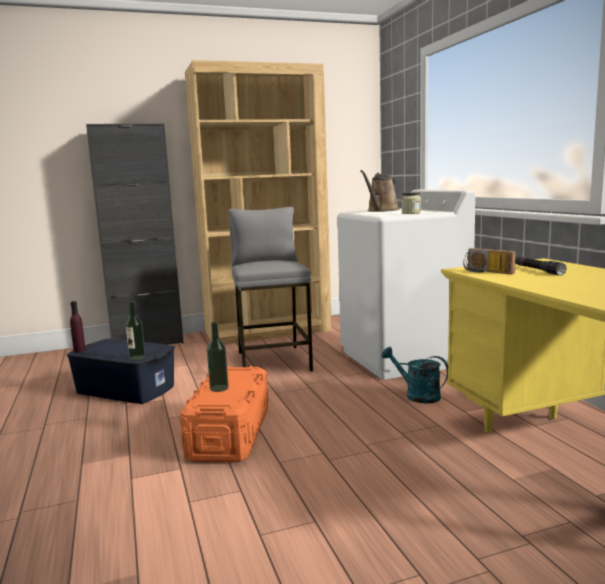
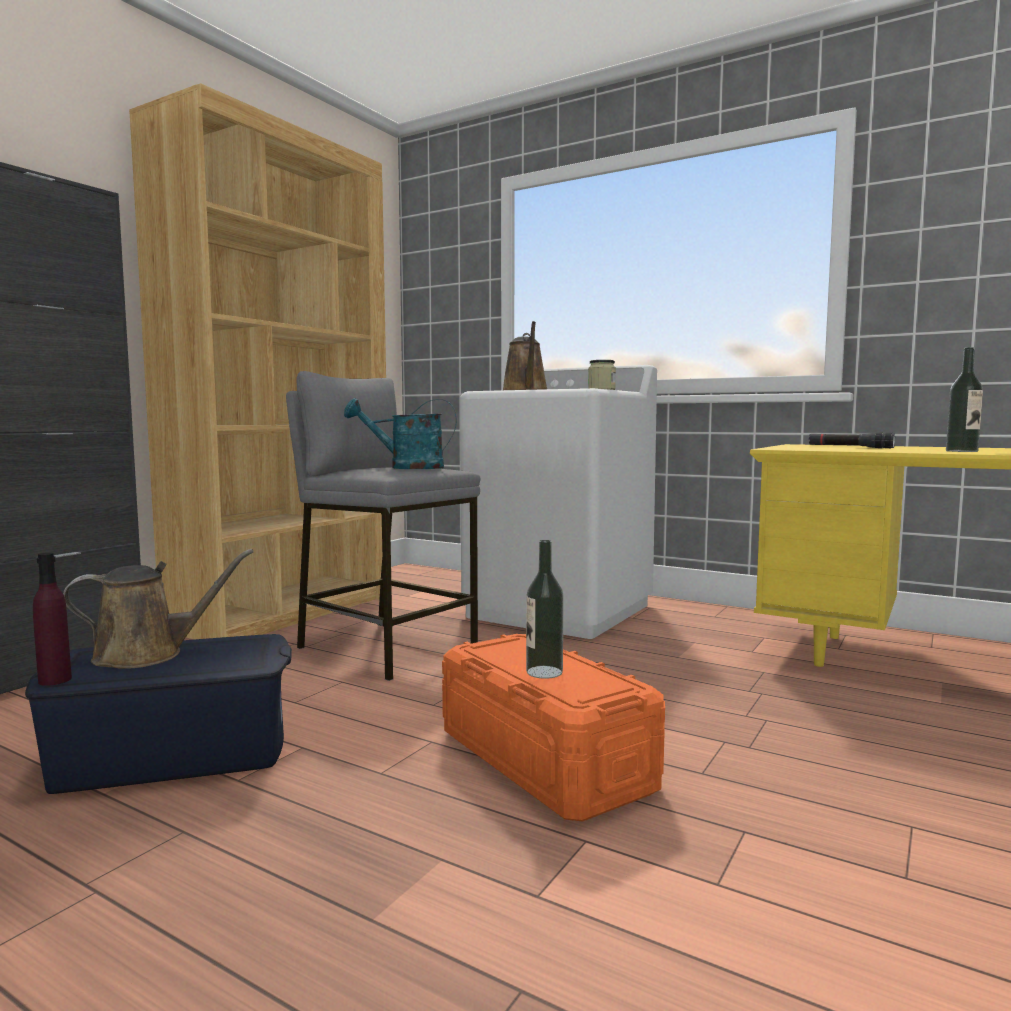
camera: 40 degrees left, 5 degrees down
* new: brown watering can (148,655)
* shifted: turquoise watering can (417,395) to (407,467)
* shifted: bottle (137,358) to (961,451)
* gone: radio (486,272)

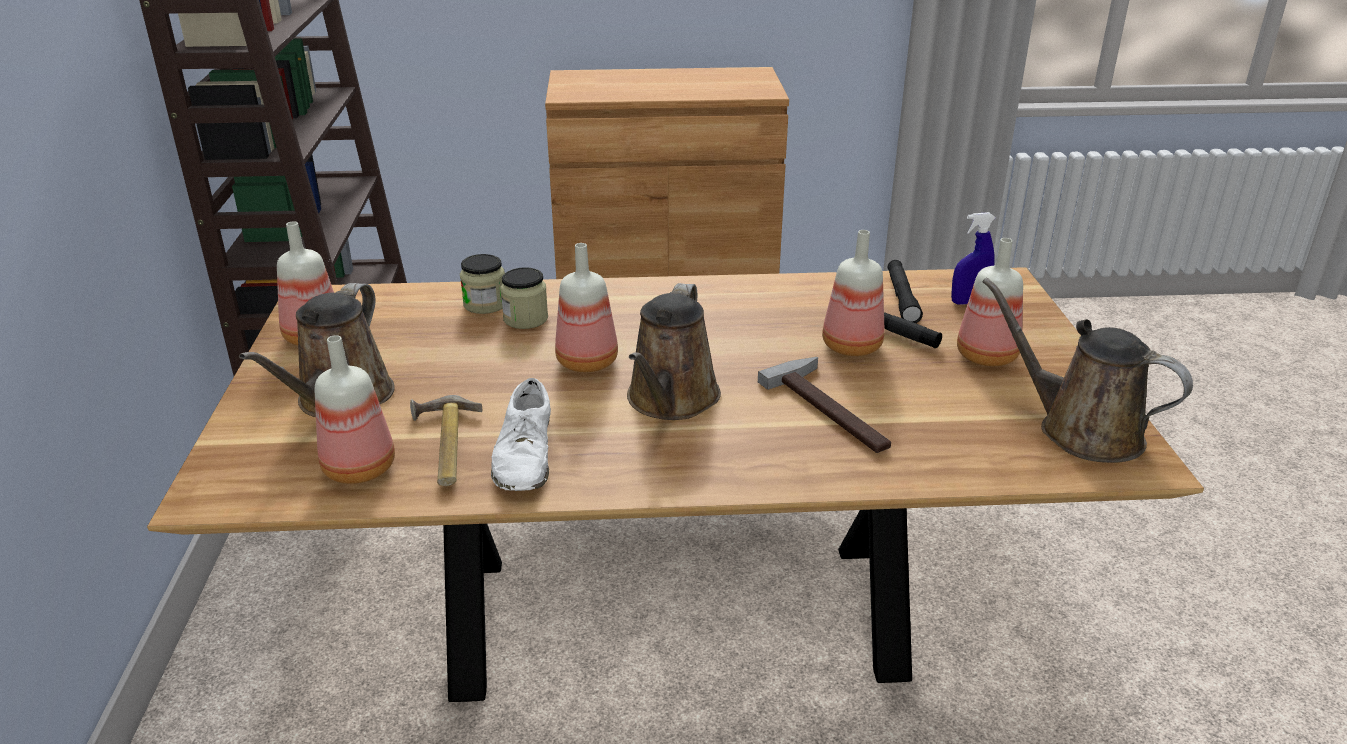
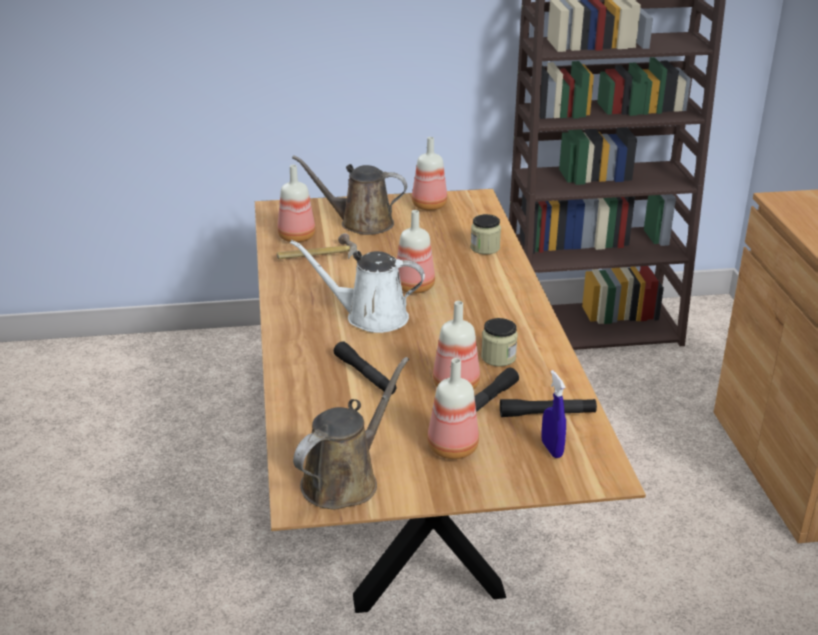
camera: 85 degrees right, 0 degrees up
* repainted: brown watering can (671,401) to white watering can (370,317)
* swapped: hammer (834,409) to black flashlight (365,375)
* shifted: jar (525,319) to (498,357)
* gone: white shoe (525,455)

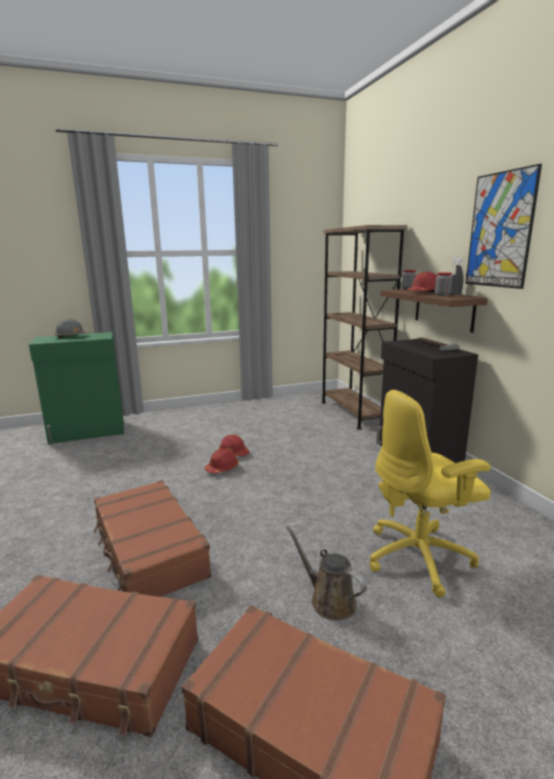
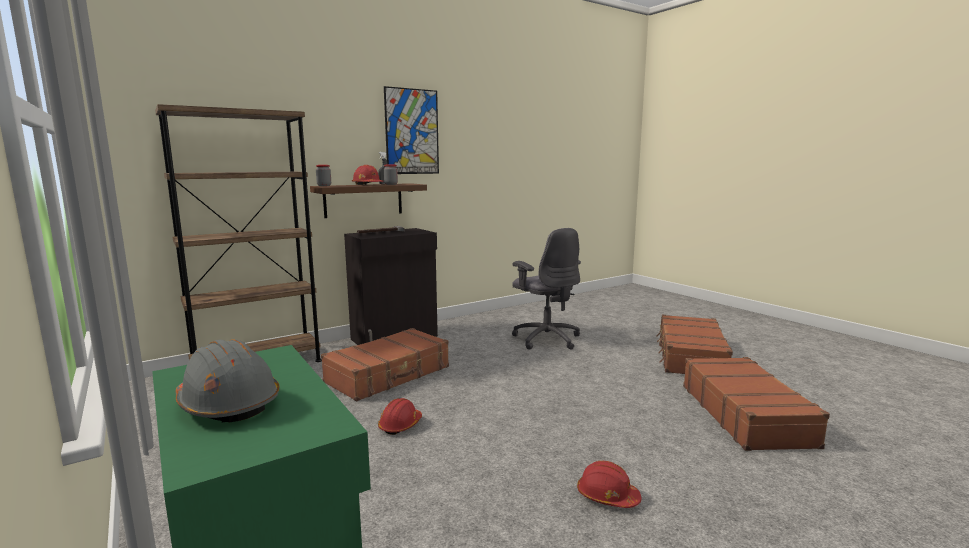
camera: 105 degrees left, 5 degrees down
* shifted: brown suitcase (149,551) to (389,375)
* repainted: yellow office chair (420,557) to grey office chair (546,339)
* shifted: red hard hat (222,468) to (607,496)
* gone: brown watering can (329,600)

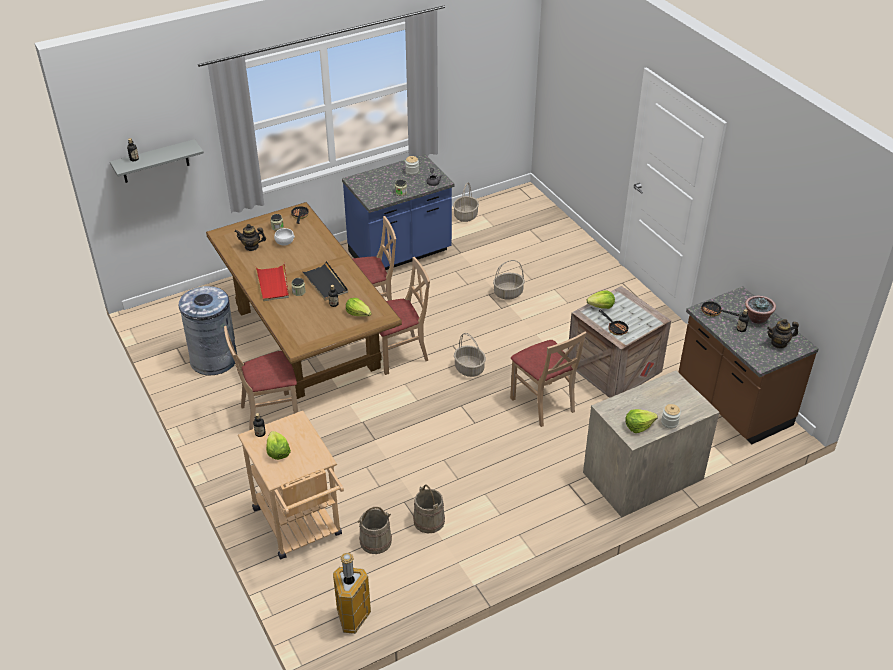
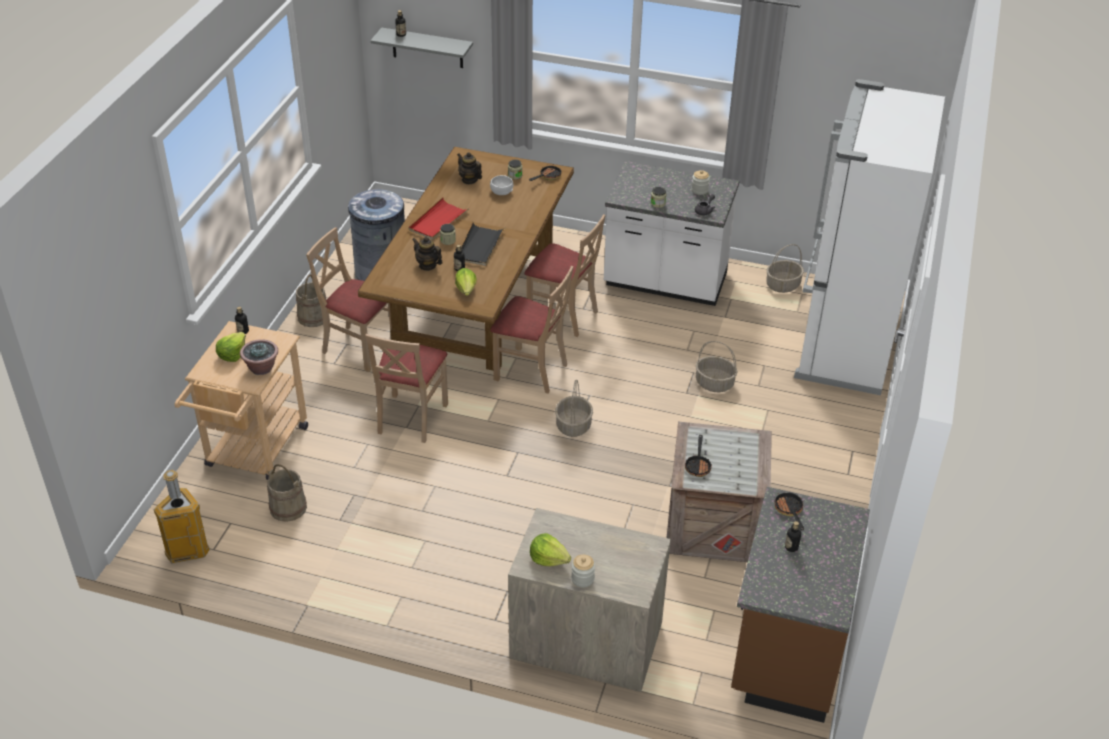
camera: 45 degrees right, 0 degrees up
* shifted: potted plant (757,318) to (261,368)
* shifted: beige bucket (428,521) to (313,317)
* shifted: beige chair (543,404) to (411,417)
* shifted: teapot (779,343) to (427,265)
* repainted: blue counter (400,253) to white counter (665,282)
* new: white fridge (843,346)
* gone: lettuce (601,306)

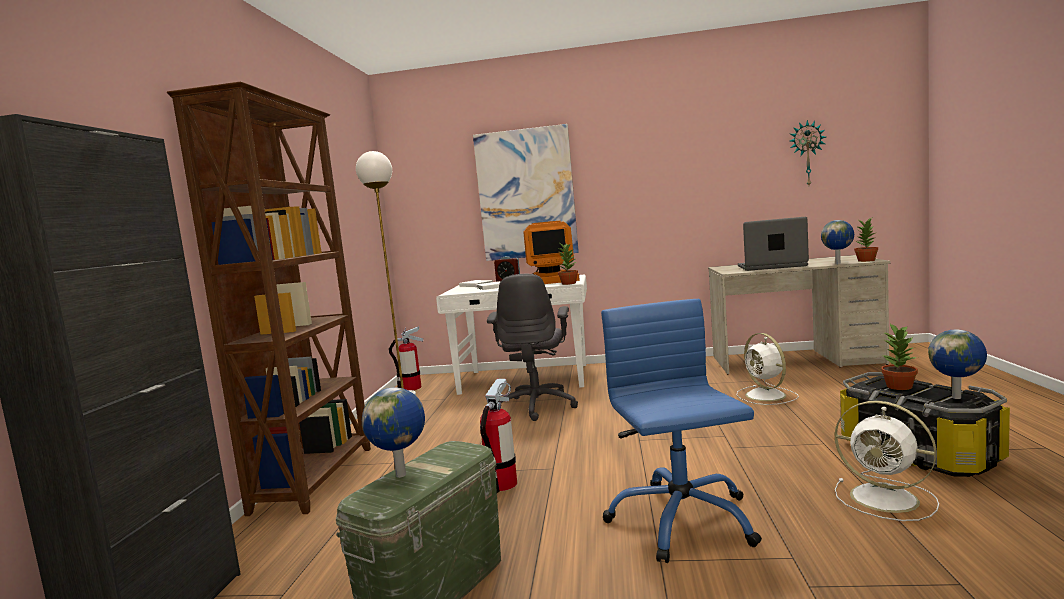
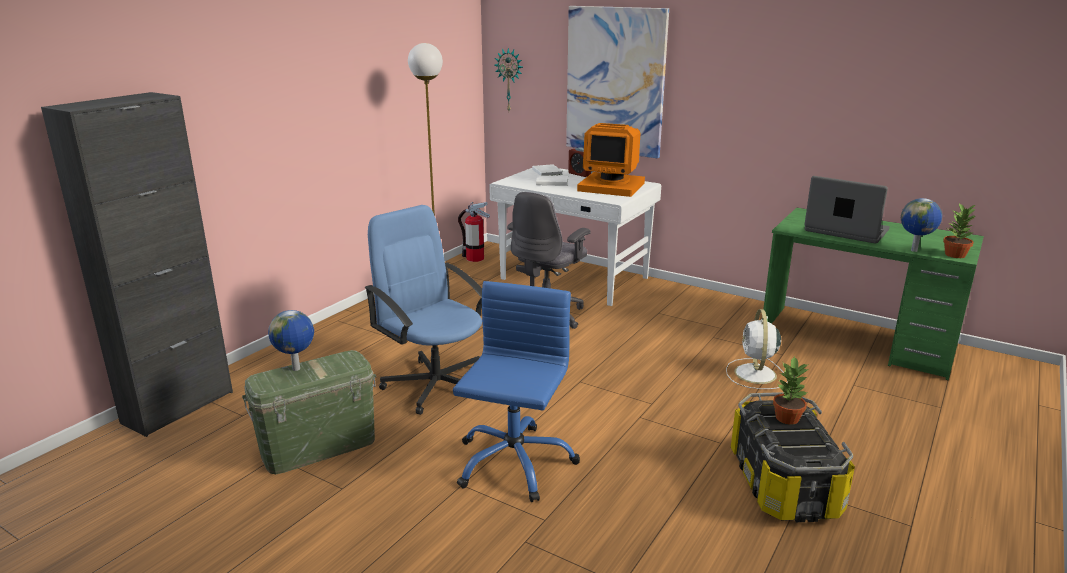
camera: 25 degrees right, 15 degrees up
* swapped: fire extinguisher (502,484) to blue office chair (436,384)
* shifted: wall clock (807,154) to (510,80)
* repainted: beige desk (795,361) to green desk (857,341)
* gone: brown bookcase (317,478)
* gone: potted plant (568,283)
* gone: white fan (887,499)
* gone: globe (958,397)

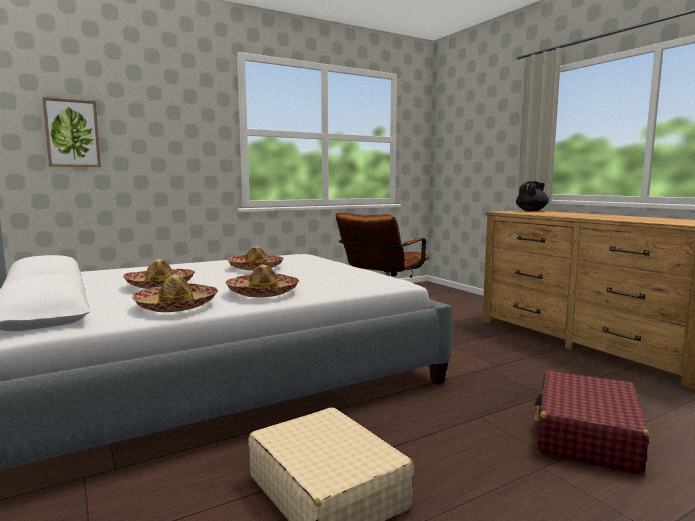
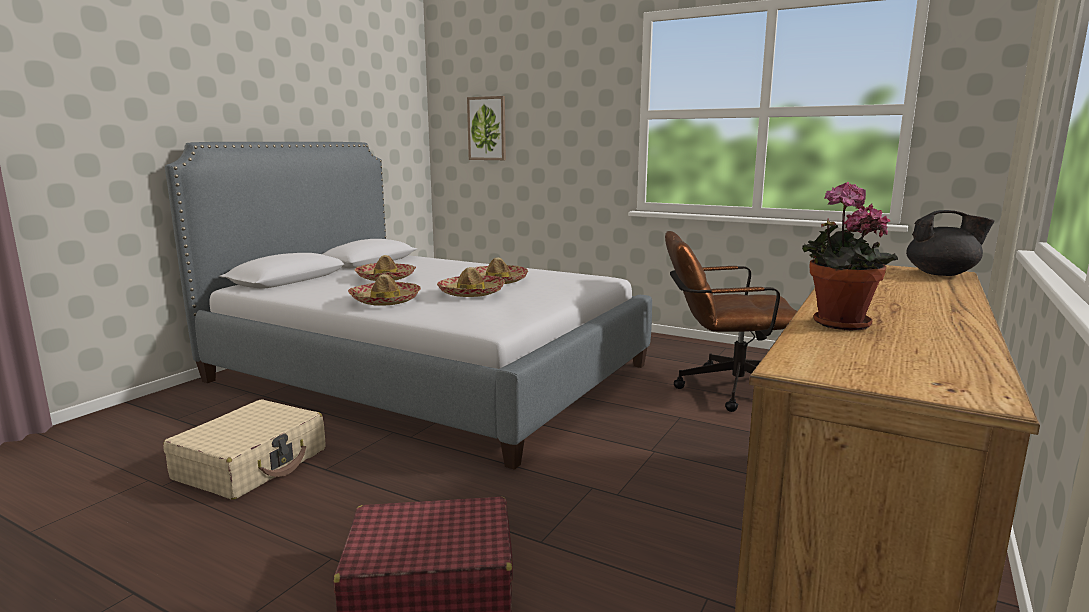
camera: 60 degrees right, 5 degrees up
* shifted: hat (176,306) to (471,293)
* new: potted plant (836,324)

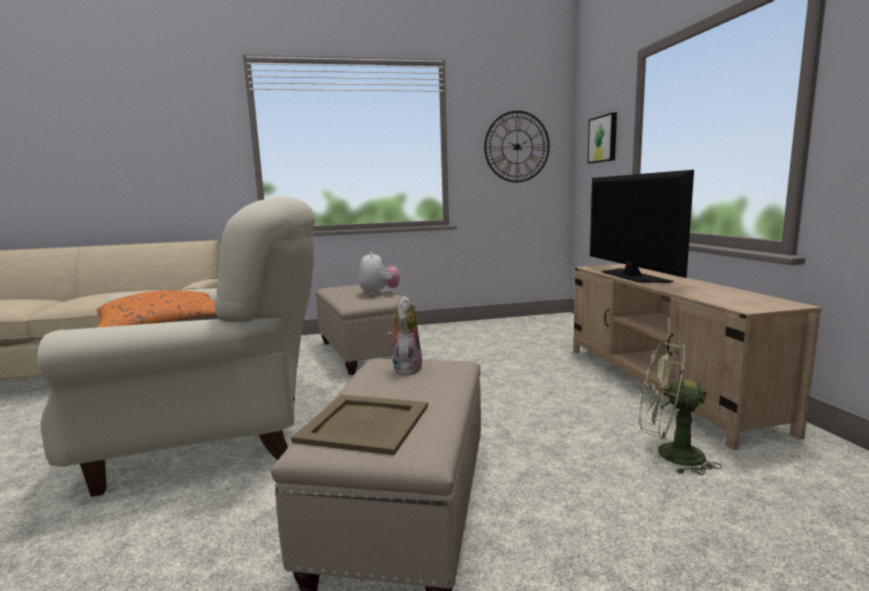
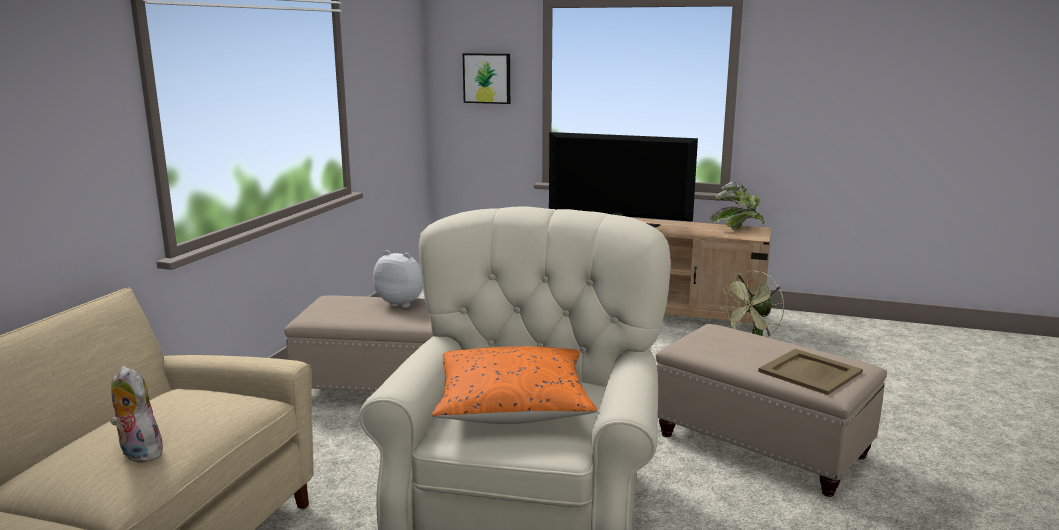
camera: 60 degrees left, 5 degrees up
* shifted: plush toy (405,368) to (138,453)
* new: potted plant (737,228)
* gone: wall clock (517,147)

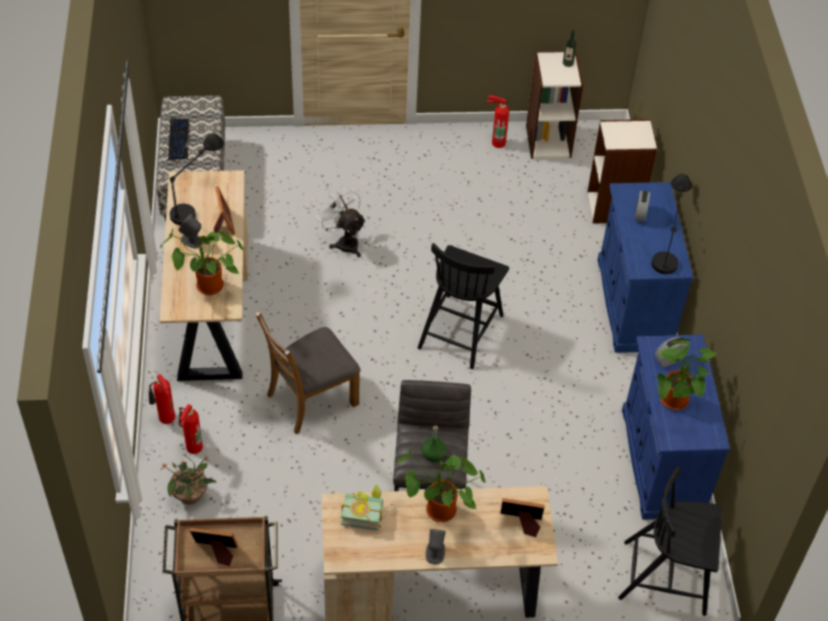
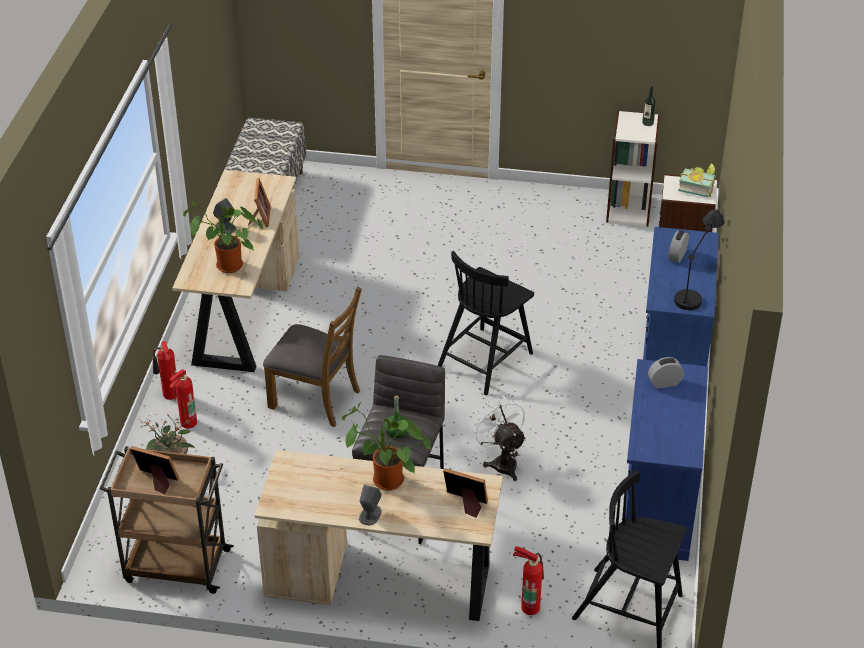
camera: 15 degrees right, 10 degrees down
* rotated: brown chair (311,399) = (316,398) 135 degrees counterclockwise
* shifted: white fan (344,242) to (501,462)
* shifted: fire extinguisher (497,142) to (529,606)
* shifted: book (363,512) to (697,187)
* gone: keyboard (178,140)
* gone: black table lamp (197,202)
* gone: potted plant (675,402)

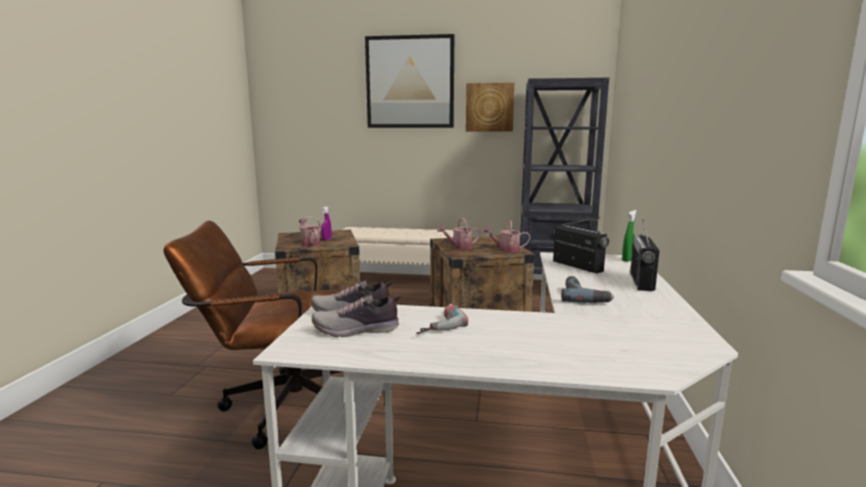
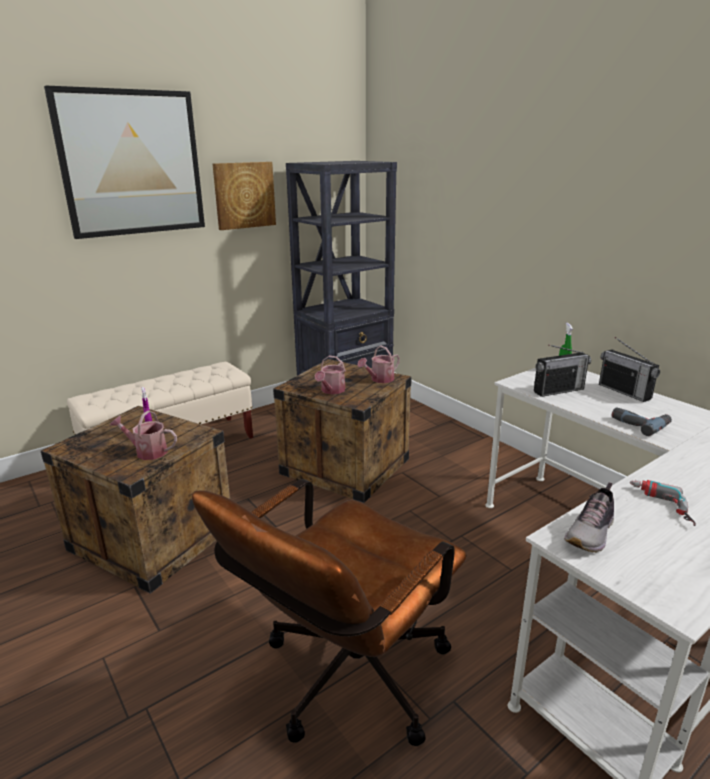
camera: 45 degrees left, 10 degrees up
* rotated: radio (577,266) = (558,390) 150 degrees clockwise
* gone: shoe (357,330)

